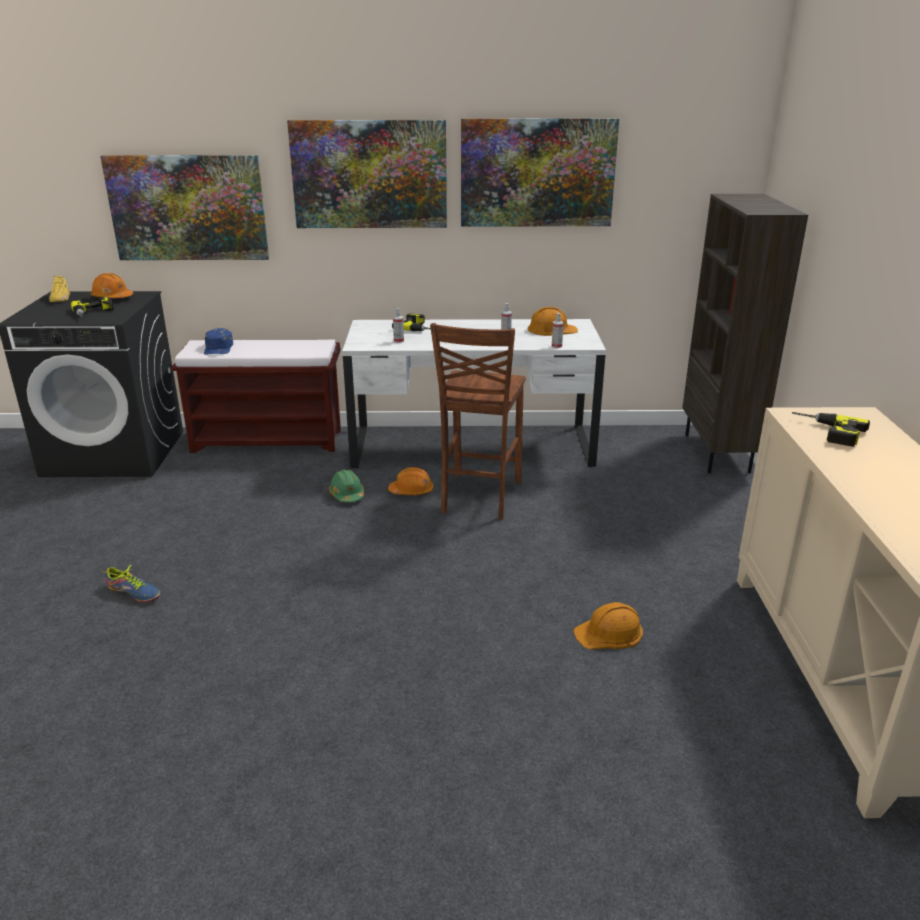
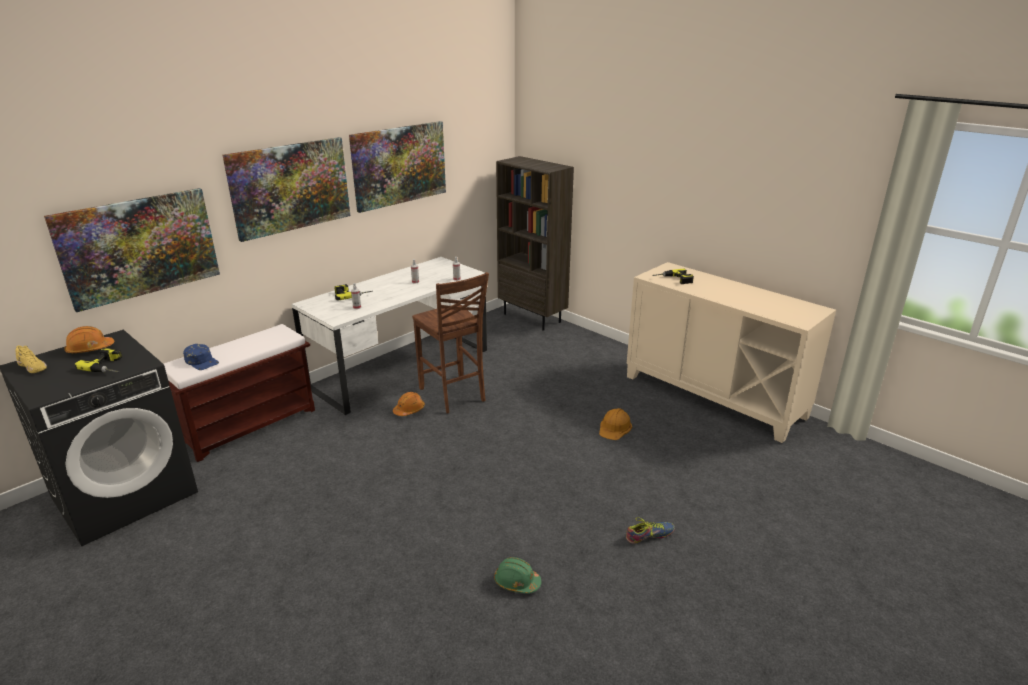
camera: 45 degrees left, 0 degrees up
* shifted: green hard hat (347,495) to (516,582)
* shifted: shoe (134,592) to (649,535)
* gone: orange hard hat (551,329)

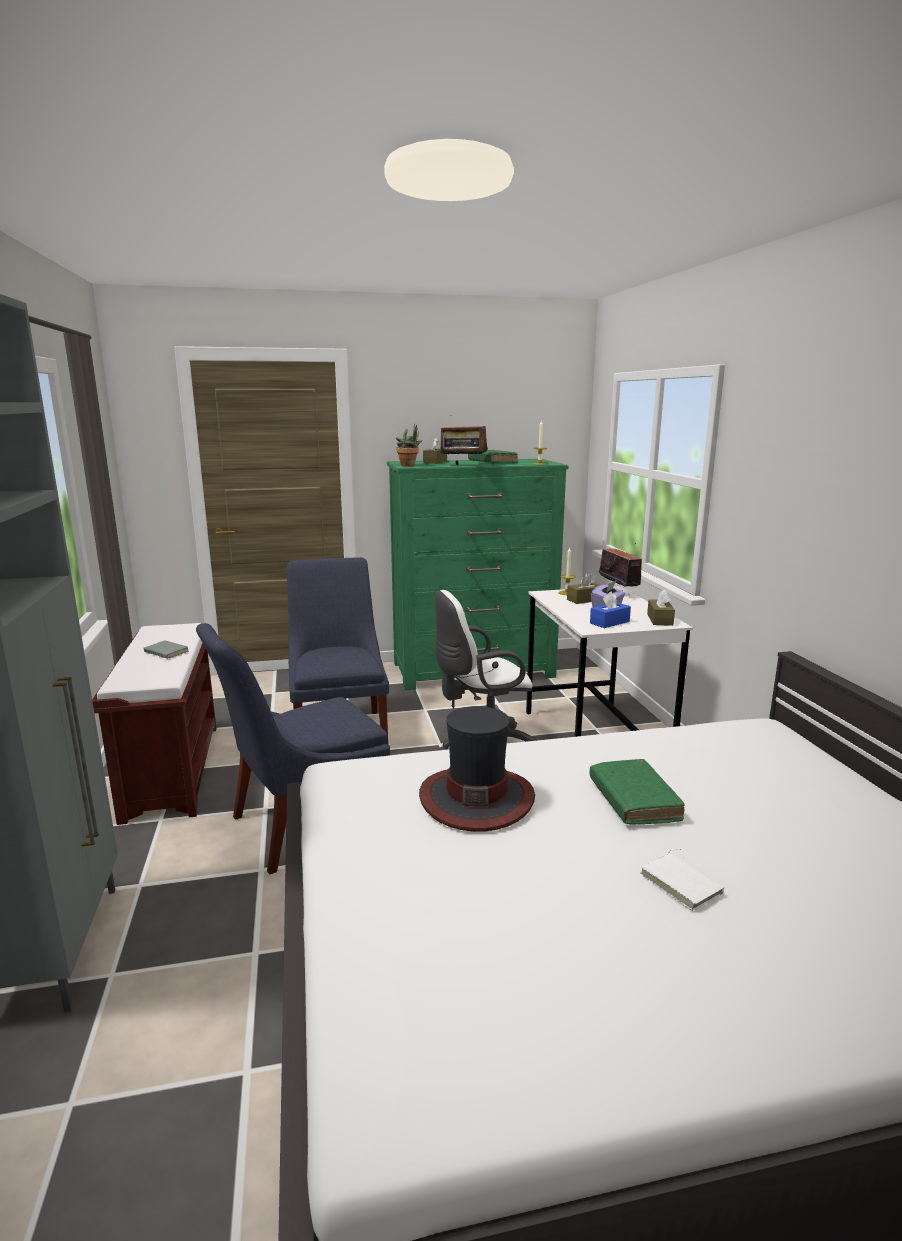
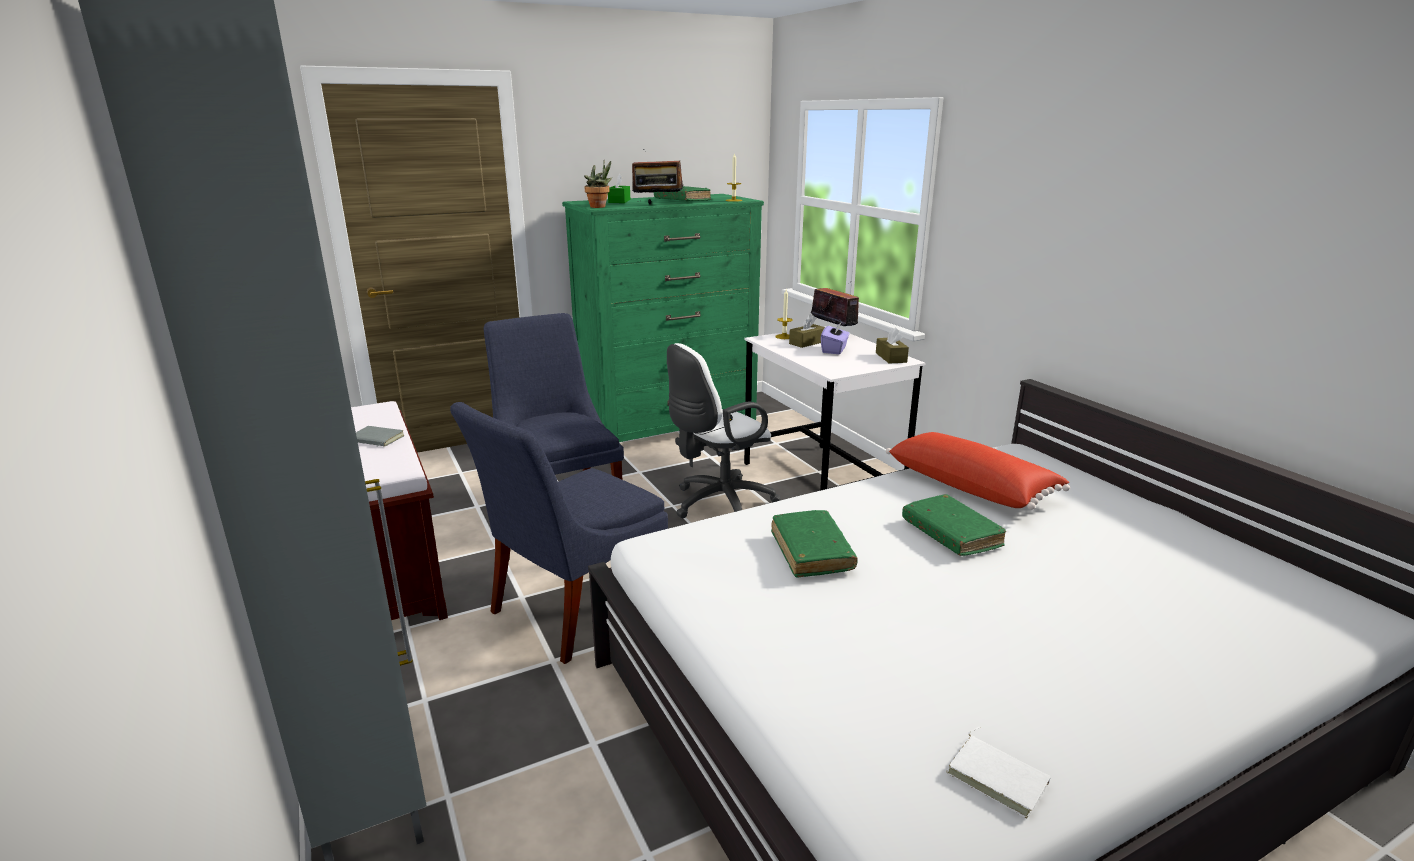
camera: 15 degrees left, 5 degrees up
* repainted: brown tissue box (435,462) to green tissue box (619,201)
* swapped: hat (476,798) to green book (811,552)
* new: red pillow (971,486)
* shifted: white book (682,883) to (999,777)
* gone: blue tissue box (609,622)

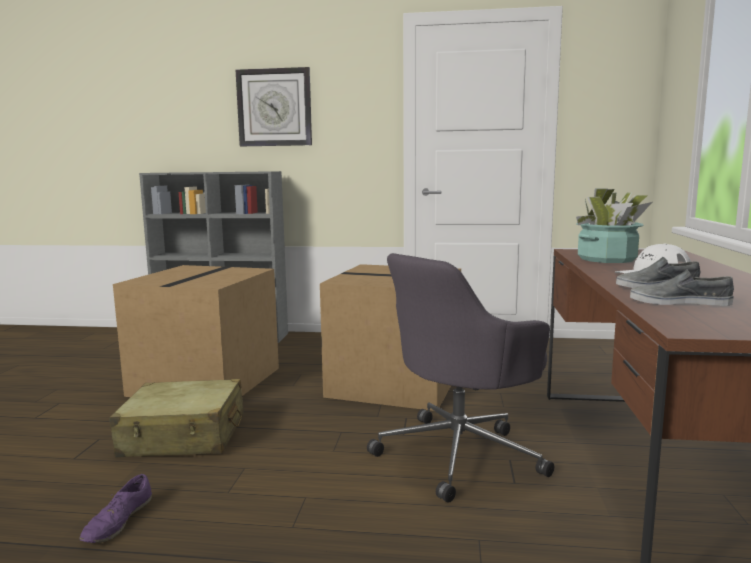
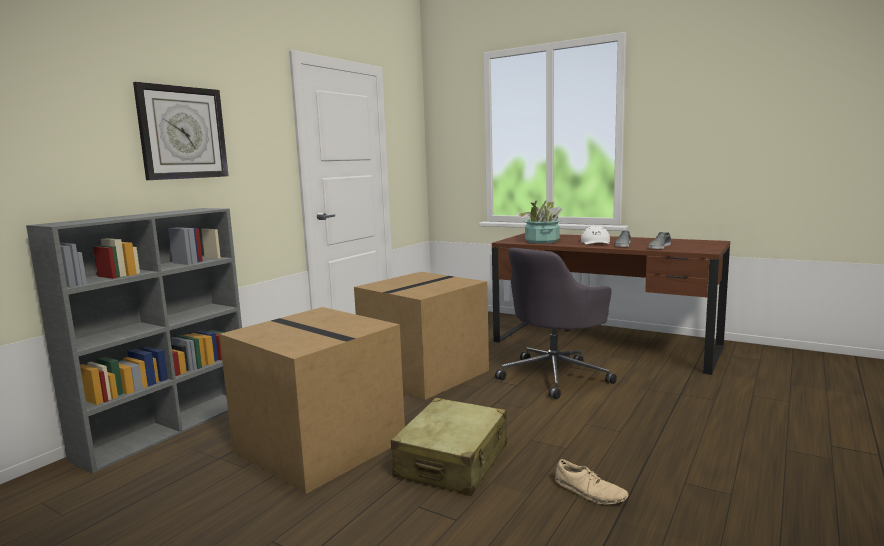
camera: 65 degrees left, 0 degrees up
* rotated: grey office chair (460,454) = (555,375) 60 degrees clockwise
* repainted: purple shoe (118,521) to beige shoe (590,492)

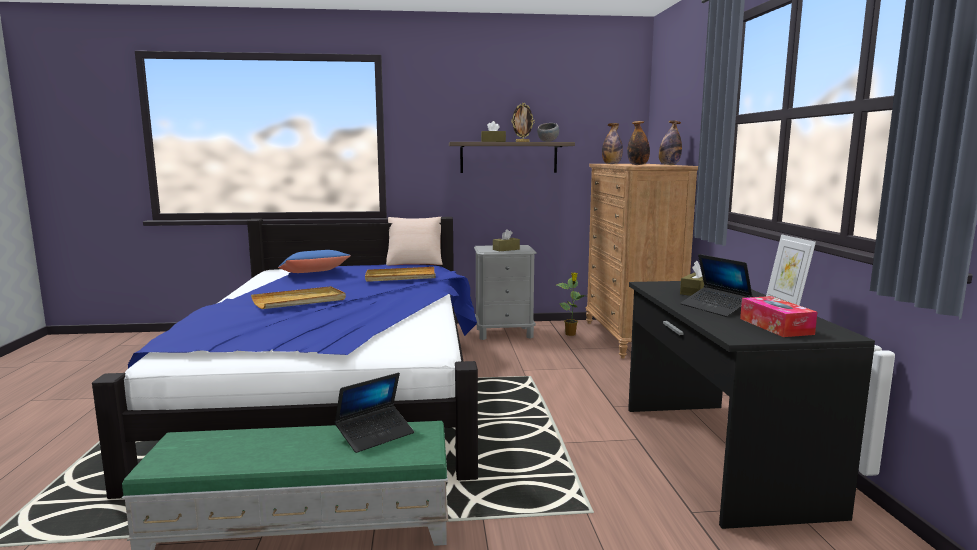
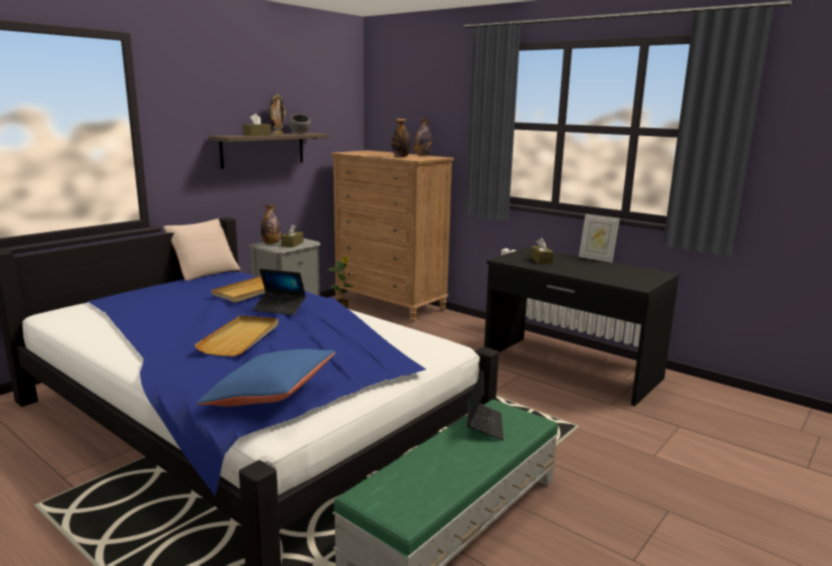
camera: 45 degrees left, 5 degrees up
* shifted: blue pillow (314,274) to (270,395)
* shifted: laptop (715,308) to (279,308)
* shifted: bottle (611,164) to (271,243)
* gone: tissue box (775,326)

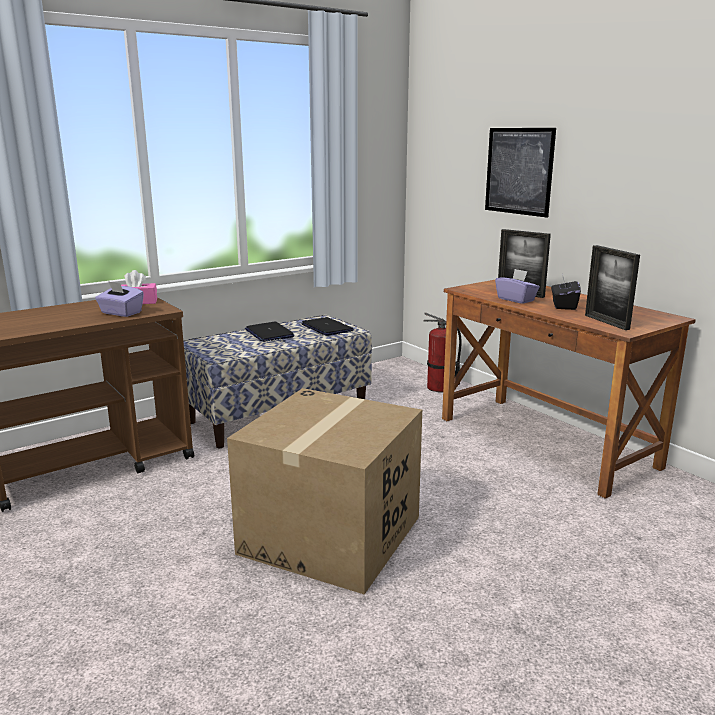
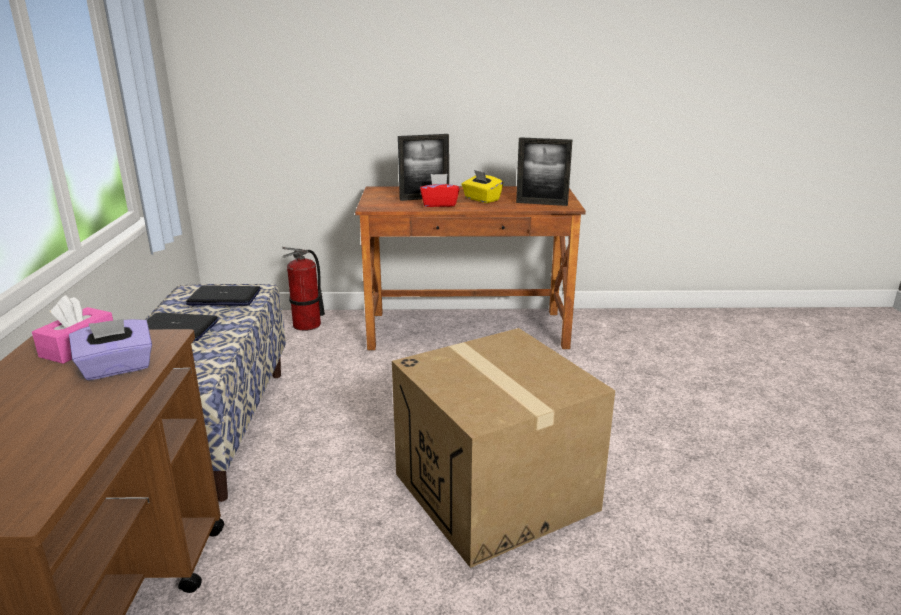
camera: 55 degrees left, 5 degrees up
* repainted: purple tissue box (516,299) to red tissue box (439,204)
* repainted: black tissue box (563,306) to yellow tissue box (481,199)
* gone: picture (519,171)

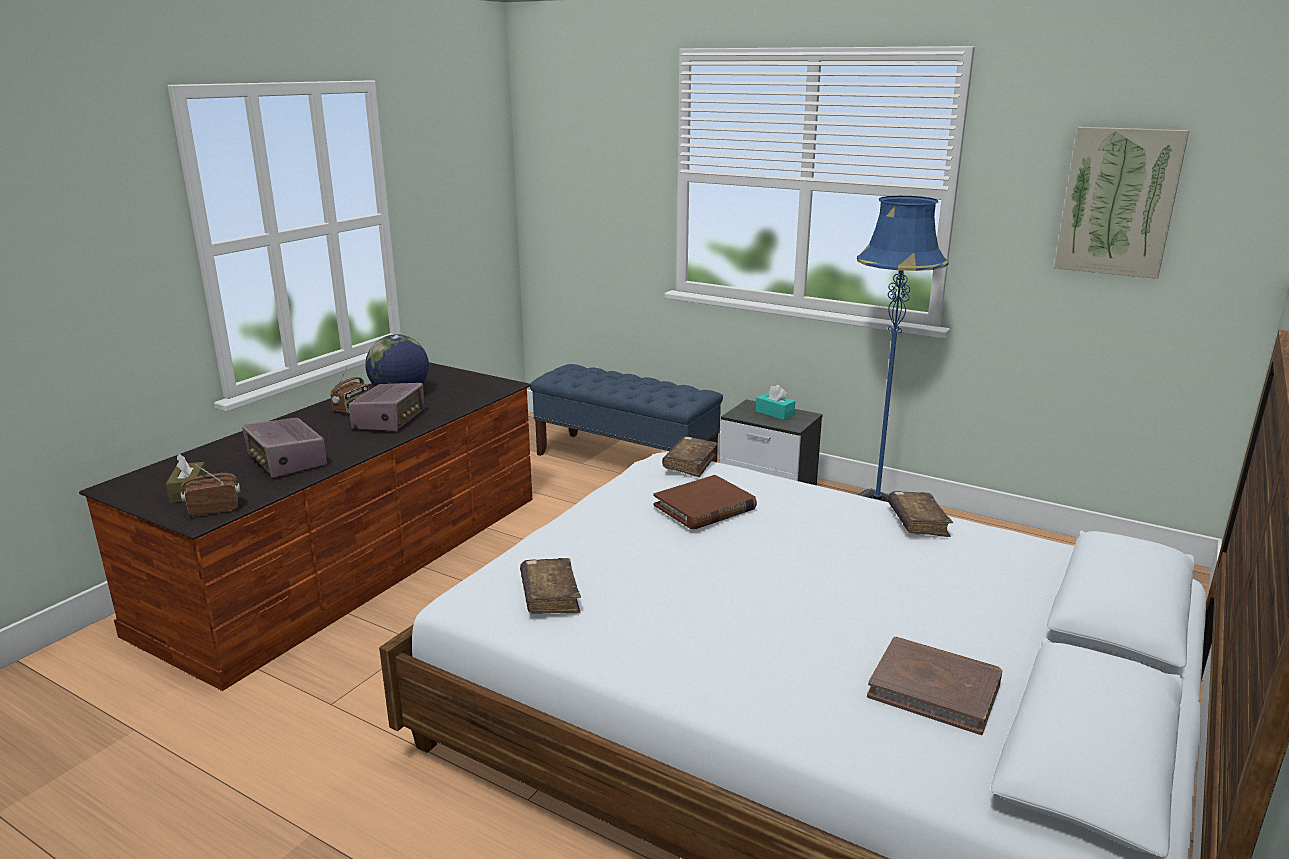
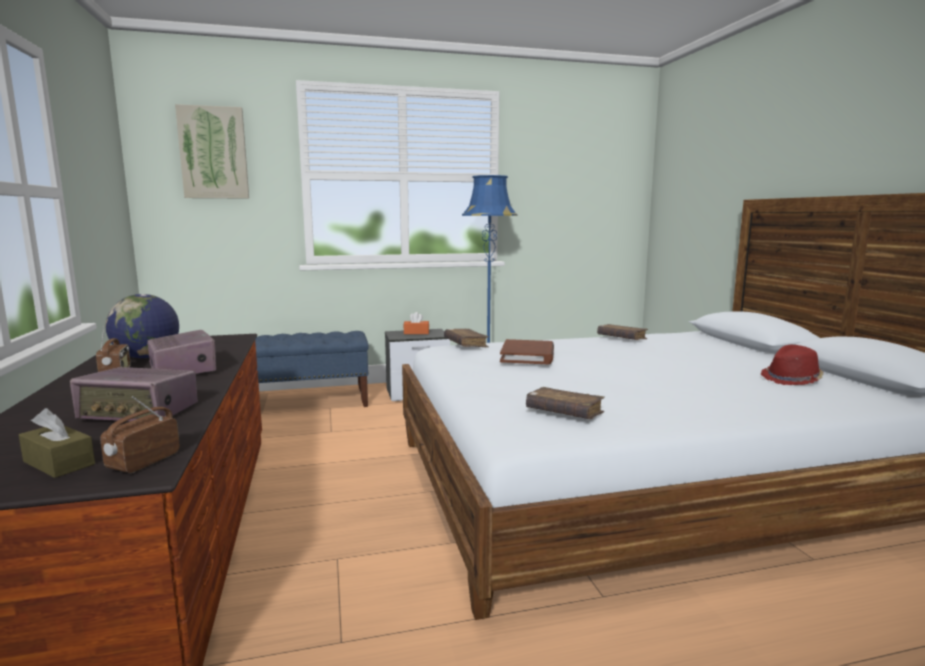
camera: 45 degrees left, 10 degrees down
* shifted: picture (1118,202) to (213,153)
* repainted: turquoise tissue box (774,413) to orange tissue box (416,332)
* swapped: brown book (934,689) to red hat (792,379)

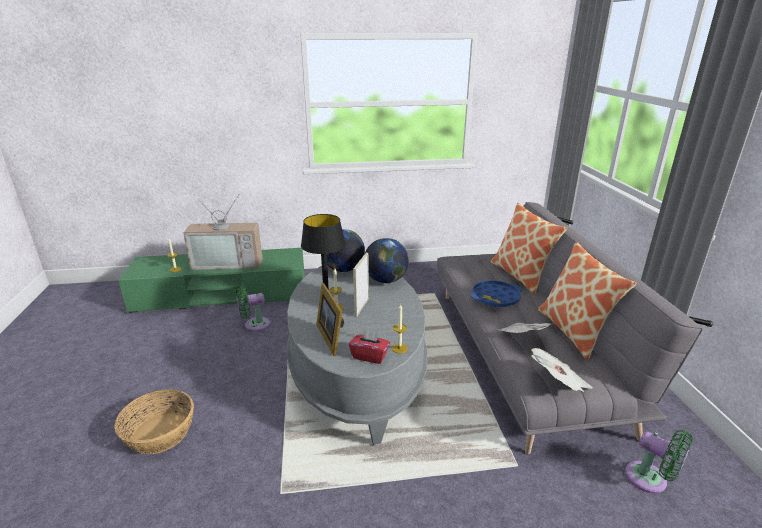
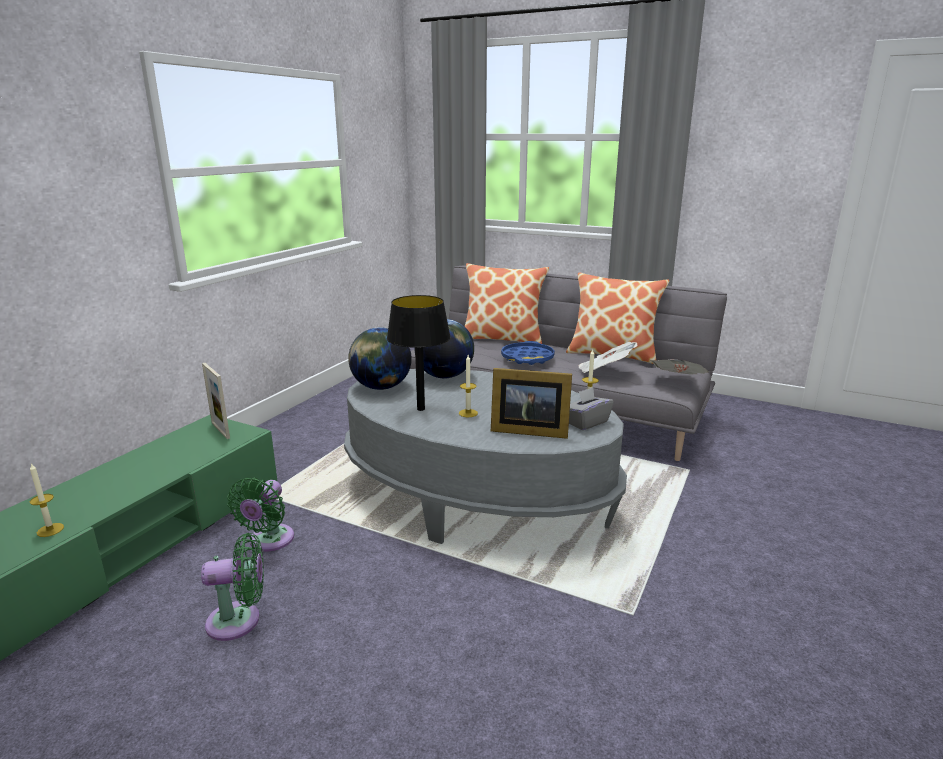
camera: 55 degrees left, 5 degrees down
* shifted: green fan (650,480) to (239,620)
* shifted: picture frame (361,307) to (220,430)
* repainted: red tissue box (369,356) to grey tissue box (586,422)
* gone: basket (160,433)
* gone: television (229,262)

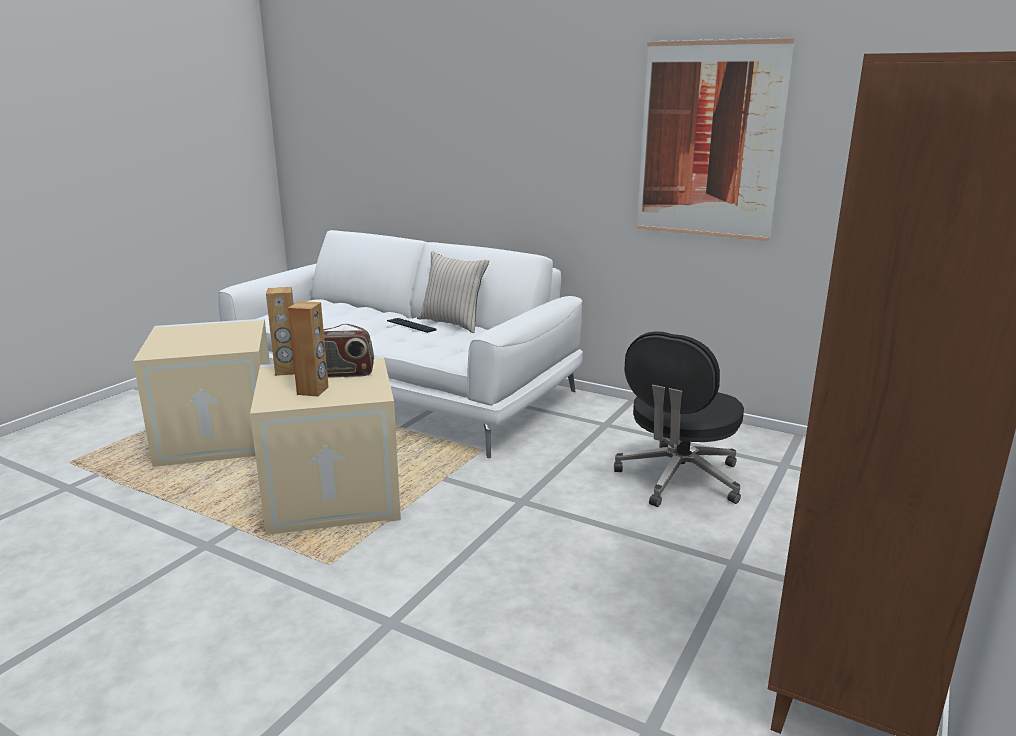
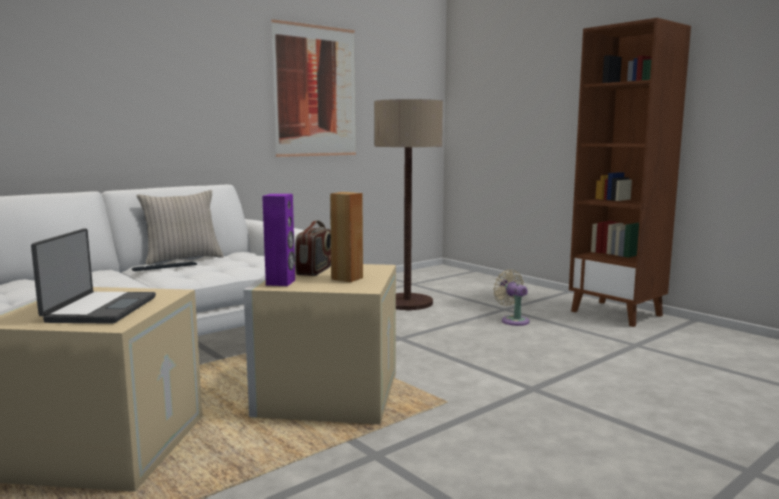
camera: 70 degrees left, 10 degrees down
* new: laptop (99,309)
* repainted: brown speaker (288,371) to purple speaker (281,282)
* swapped: black office chair (678,479) to floor lamp (407,303)
* new: beige fan (513,320)

